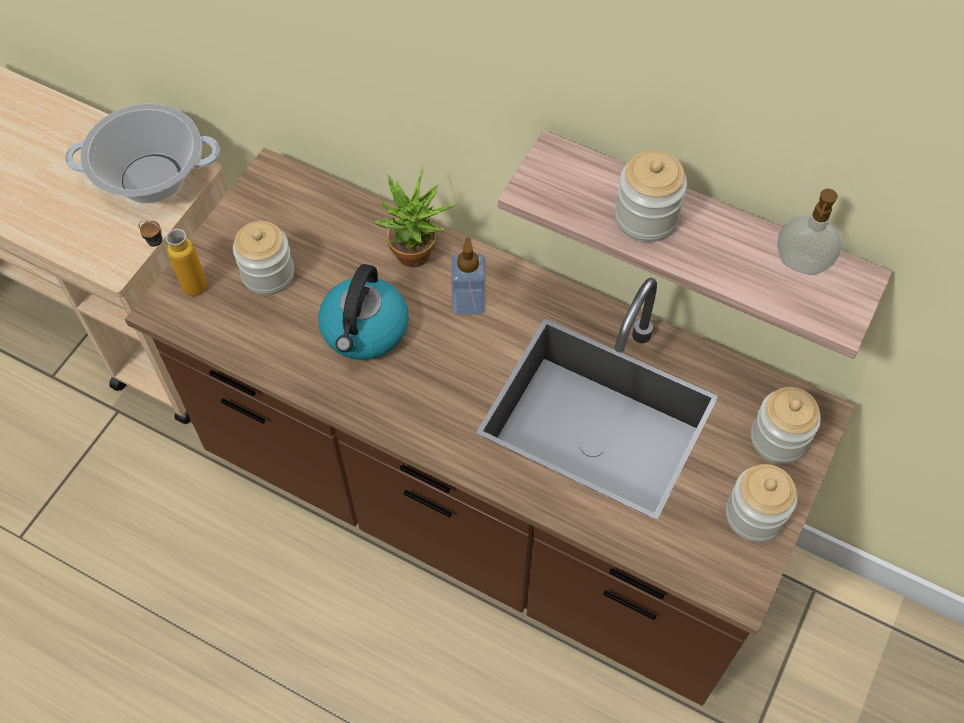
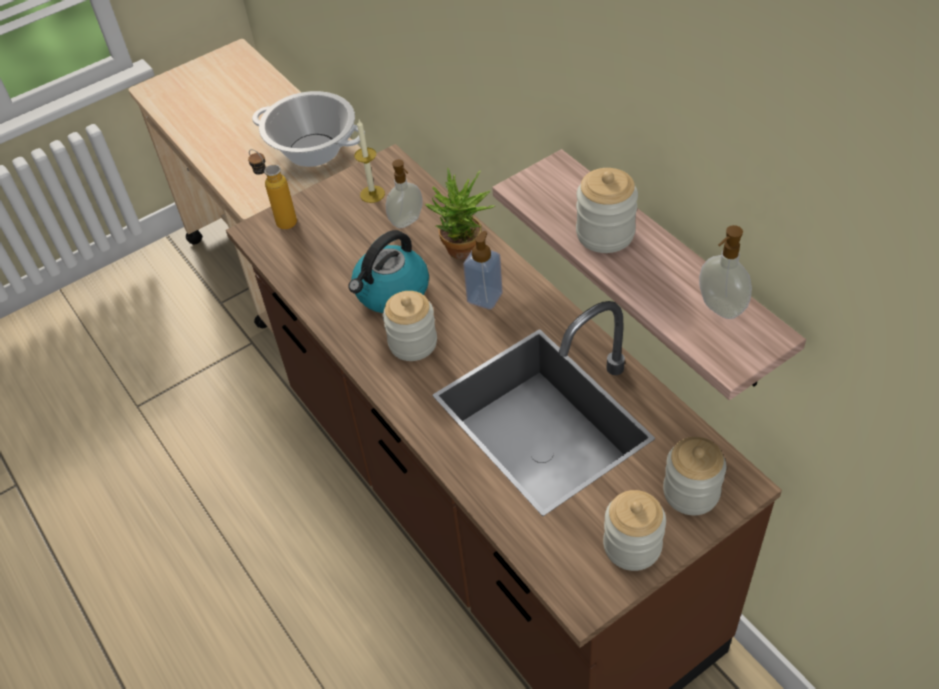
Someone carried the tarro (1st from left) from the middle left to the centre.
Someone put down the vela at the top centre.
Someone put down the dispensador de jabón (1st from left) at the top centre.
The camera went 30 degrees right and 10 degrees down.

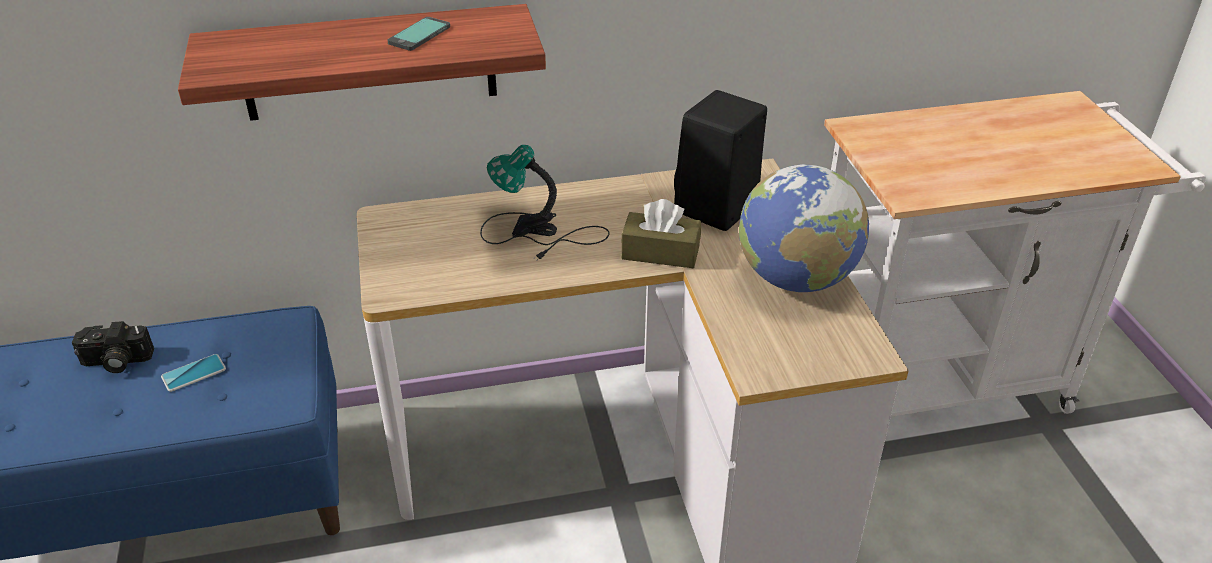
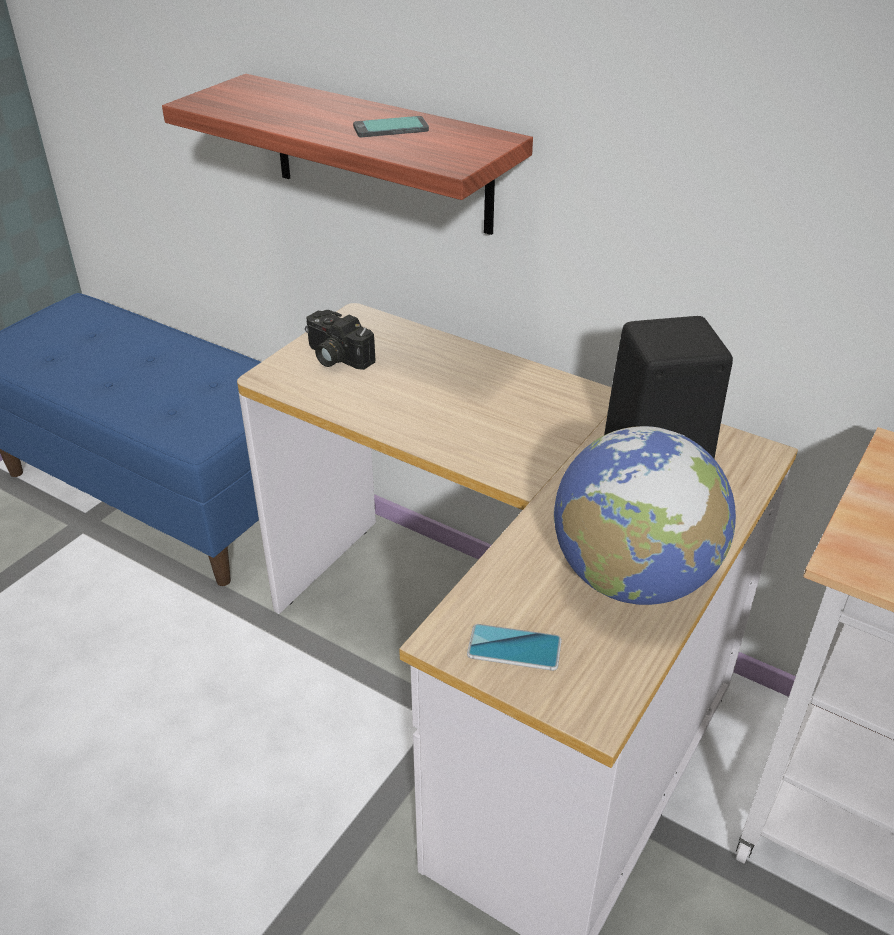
Someone took away the lámpara de mesa at the centre.
Someone took away the caja de pañuelos/marrón at the centre.
Someone carried the cámara from the middle left to the centre.
Someone carried the móvil (1st from left in the first image) from the middle left to the bottom centre.
The camera went 45 degrees right and 0 degrees up.

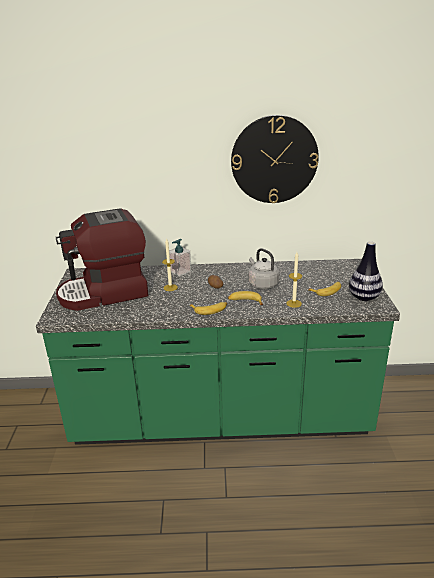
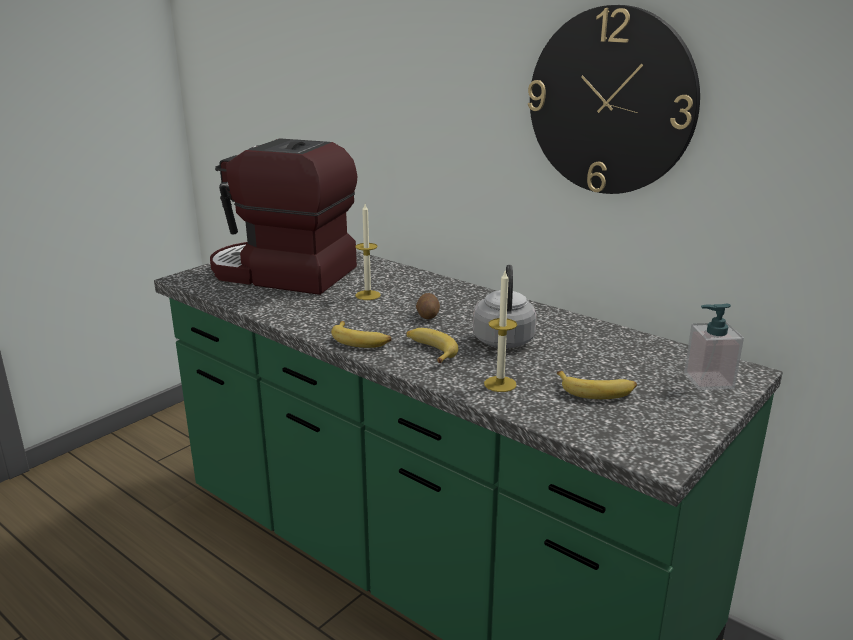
Someone carried the dispensador de jabón from the centre to the middle right.
Someone took away the florero at the middle right.
The camera went 40 degrees right and 5 degrees down.

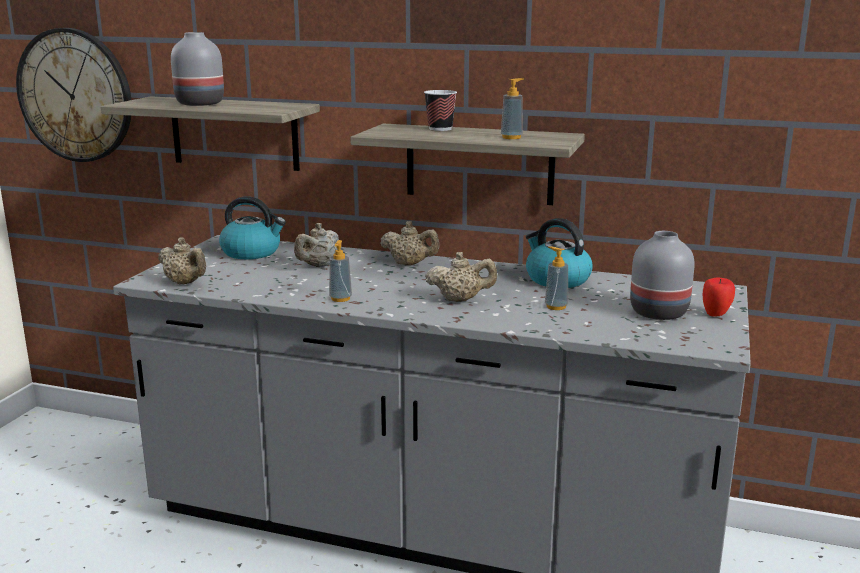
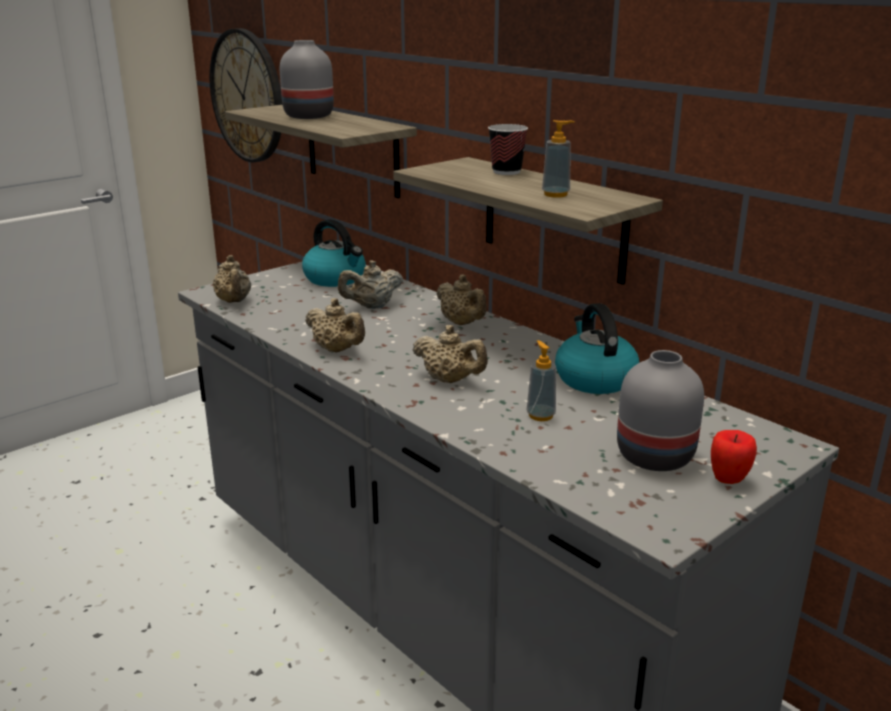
Someone swapped the dispensador de jabón (1st from left) at the centre for the tetera/beis (2nd from left) at the centre.
The camera went 30 degrees right and 5 degrees up.

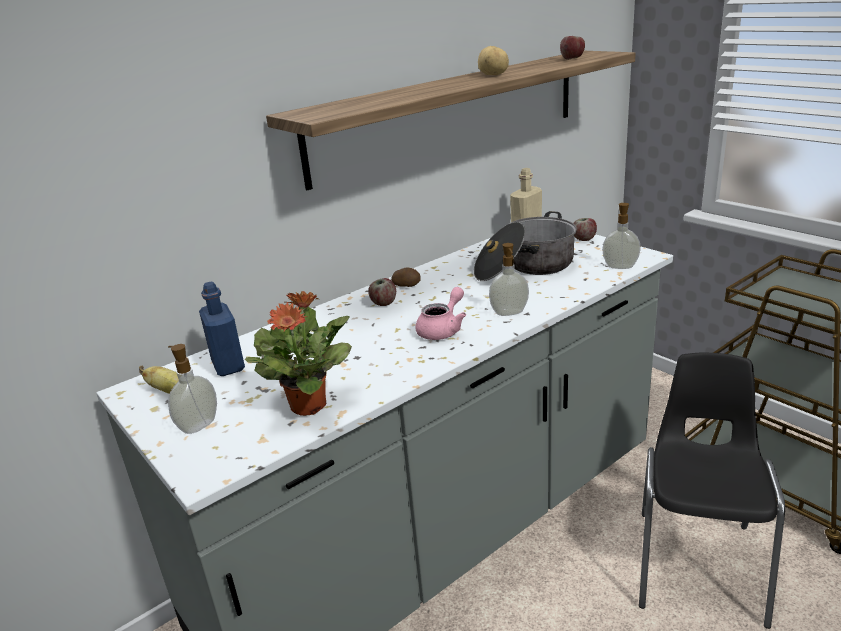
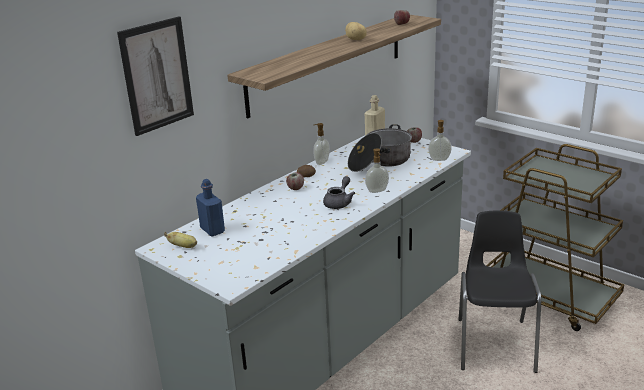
Someone repainted the tetera/rosa at the centre, which became the tetera/gris at the centre.
Someone took away the planta en maceta at the centre.
Someone carried the dispensador de jabón (1st from left) from the middle left to the centre.
Someone put up the cuadro at the top left.
The camera went 10 degrees left and 0 degrees up.

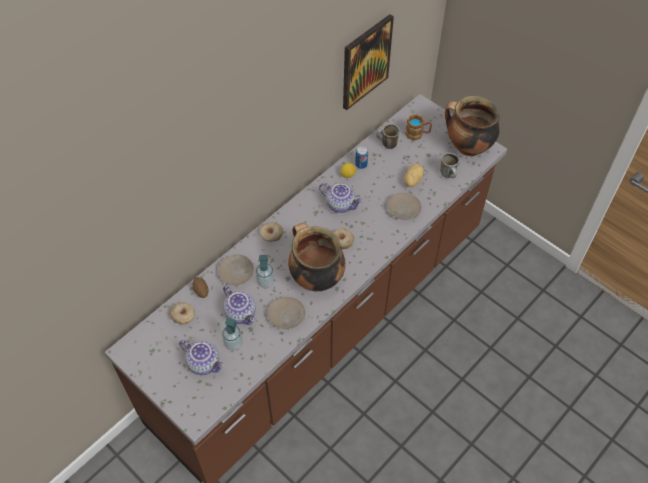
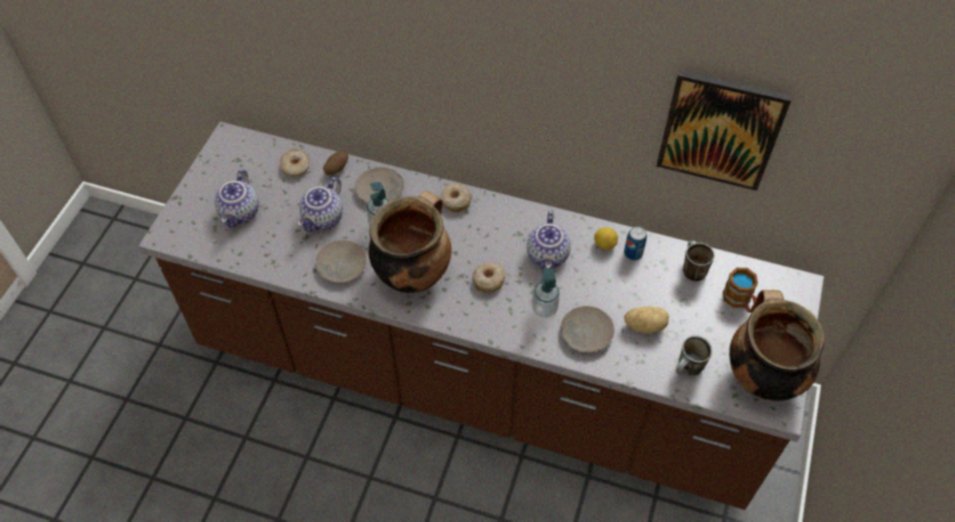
Someone carried the dispensador de jabón (1st from left in the first image) from the bottom centre to the centre.
The camera went 65 degrees right and 0 degrees up.

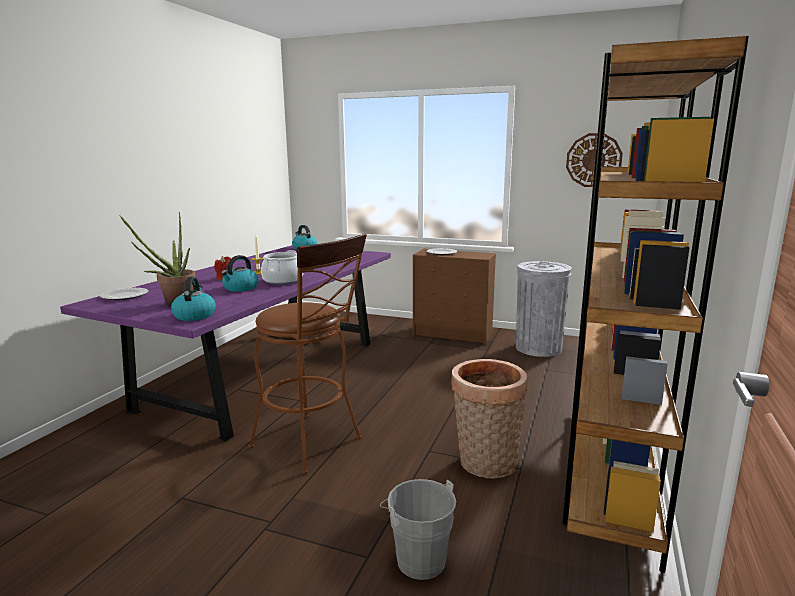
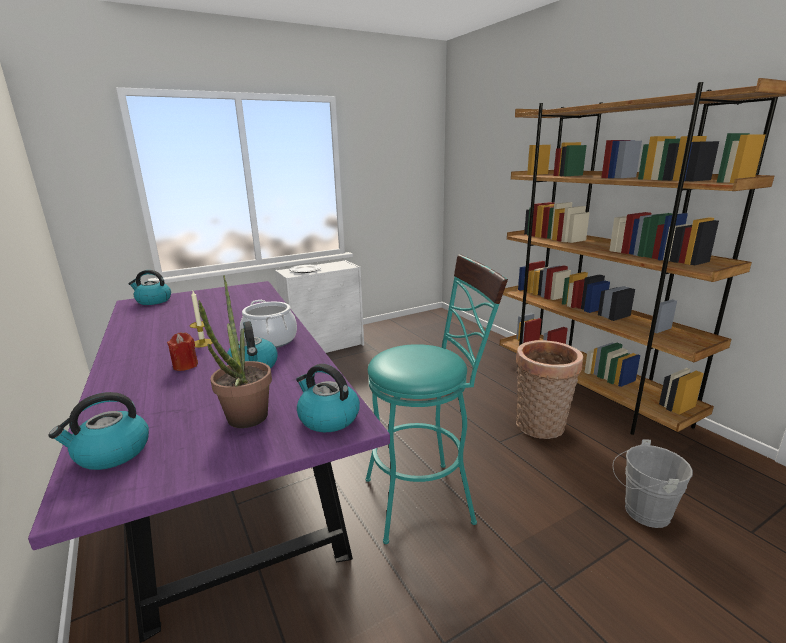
Someone took away the reloj de pared at the top right.
Someone repainted the taburete/marrón at the centre, which became the taburete/turquesa at the centre.
Someone repainted the cómoda/marrón at the centre, which became the cómoda/blanco at the centre.
Someone took away the papelera/gris at the middle right.
Someone swapped the plato (1st from left) at the middle left for the hervidor (1st from left) at the bottom left.
The camera went 50 degrees left and 5 degrees up.

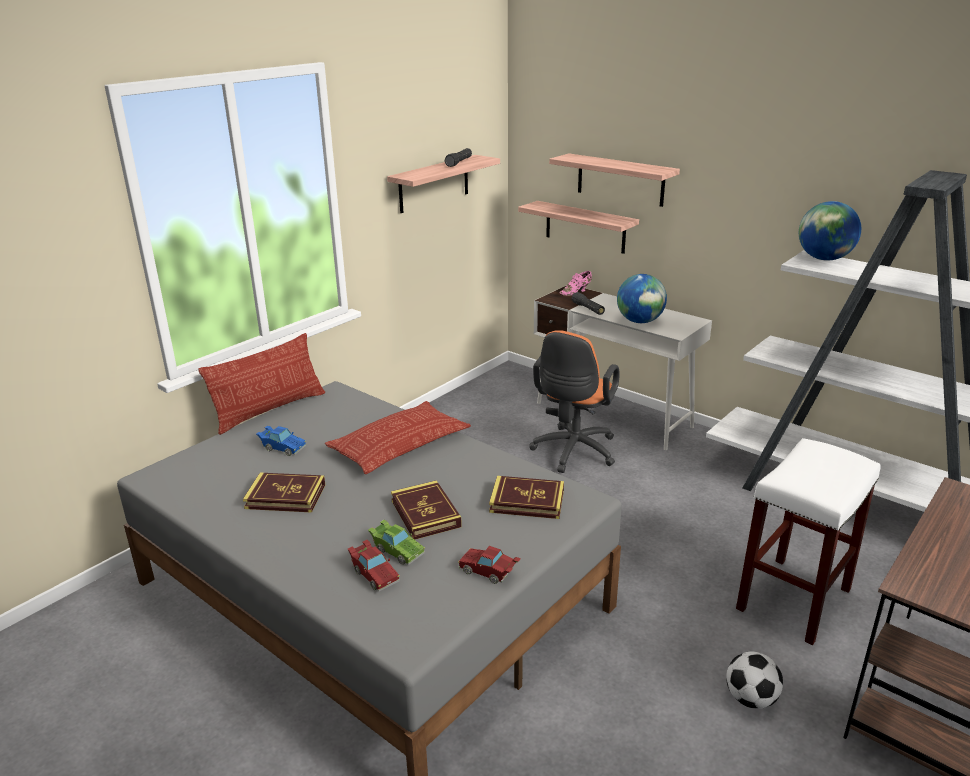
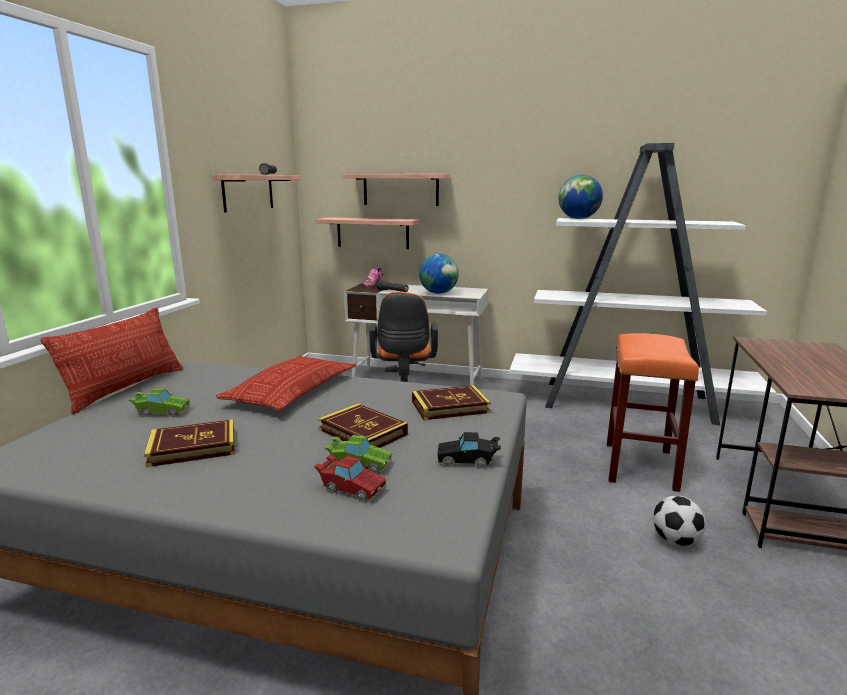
Someone repainted the coche de juguete/azul at the middle left, which became the coche de juguete/verde (1st from left) at the middle left.
Someone repainted the taburete/blanco at the bottom right, which became the taburete/naranja at the middle right.
Someone repainted the coche de juguete/rojo (2nd from left) at the bottom centre, which became the coche de juguete/negro at the centre.
The camera went 25 degrees left and 10 degrees down.

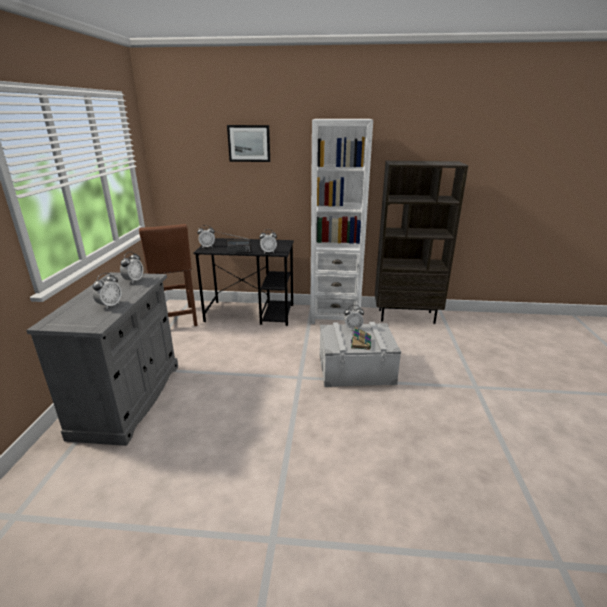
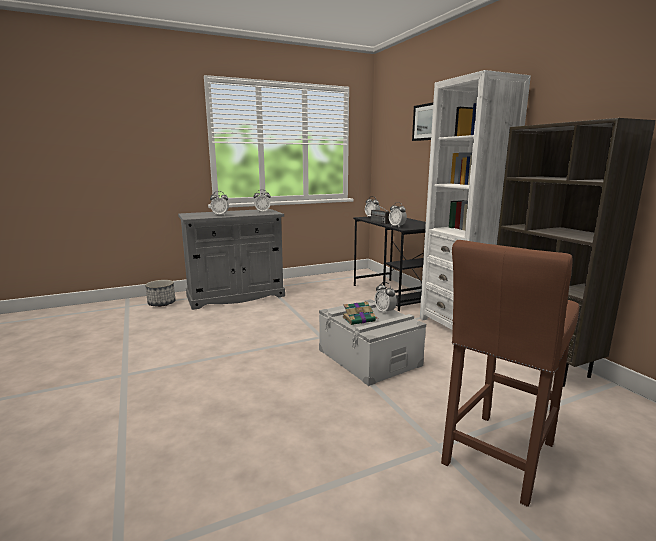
Someone carried the taburete/marrón from the middle left to the bottom right.
Someone put down the maceta at the middle left.
The camera went 60 degrees right and 10 degrees down.

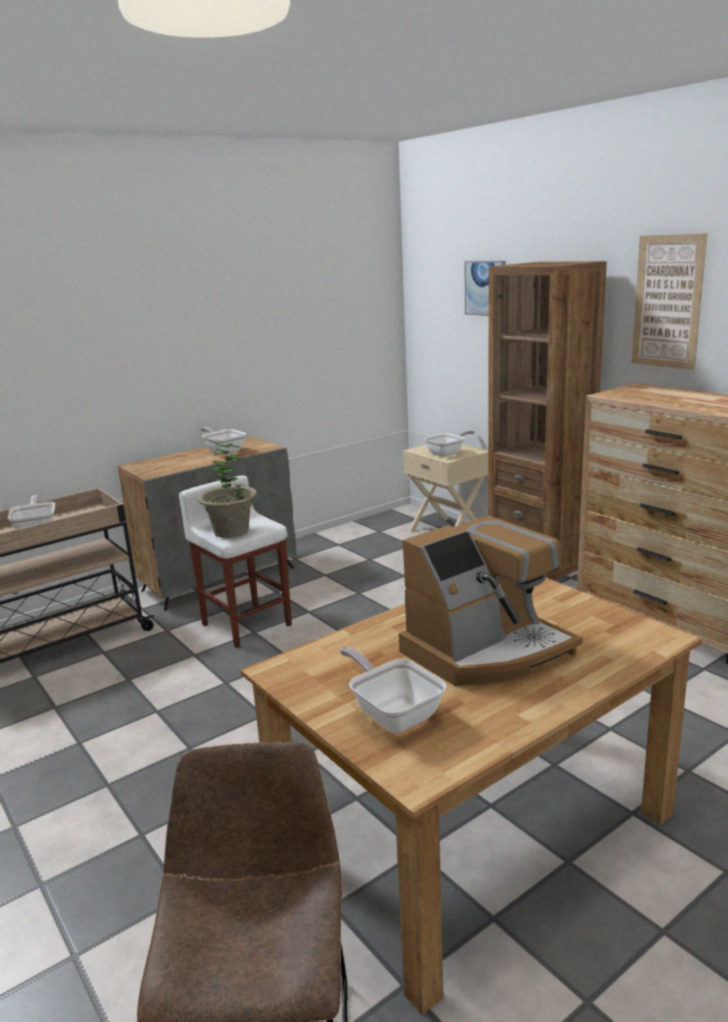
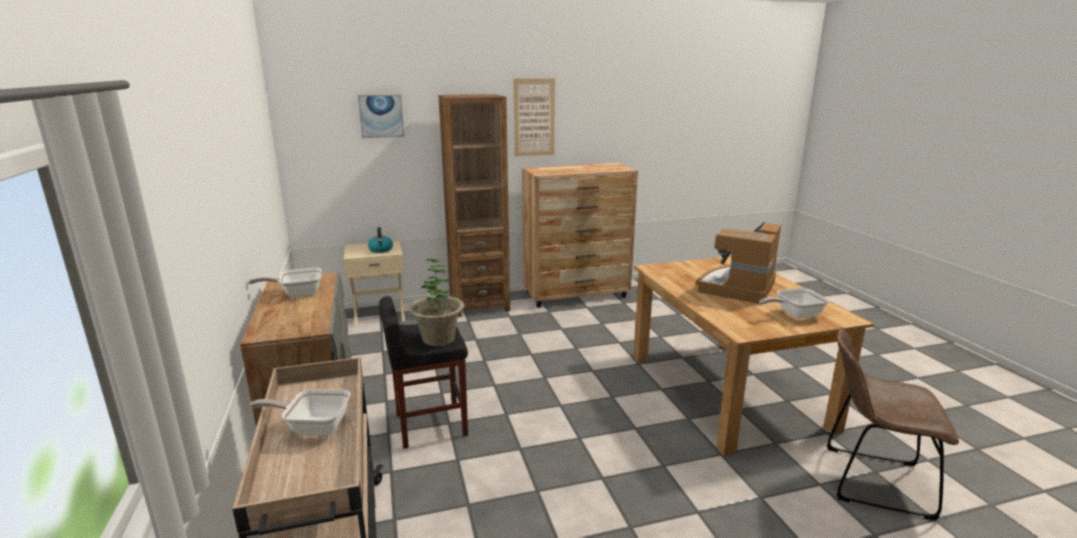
Someone swapped the sartén (4th from left) at the centre for the hervidor at the centre.
Someone repainted the taburete/blanco at the middle left, which became the taburete/negro at the bottom centre.
Someone rotated the cafetera at the middle right by 135 degrees counterclockwise.
The camera went 70 degrees left and 0 degrees up.

